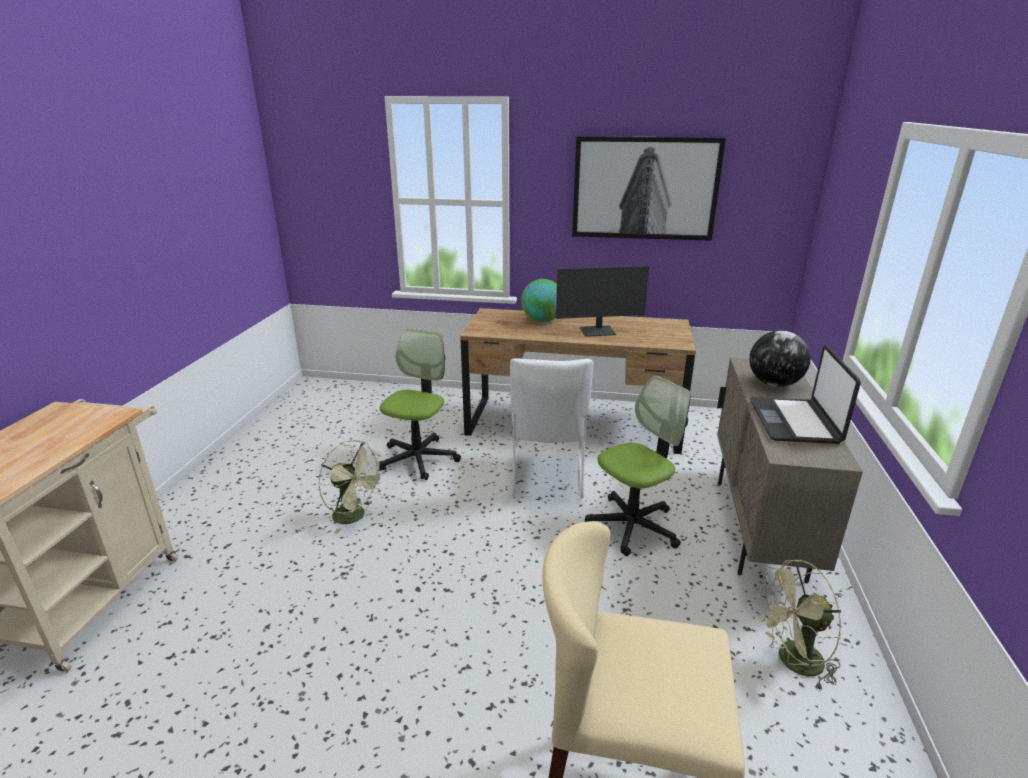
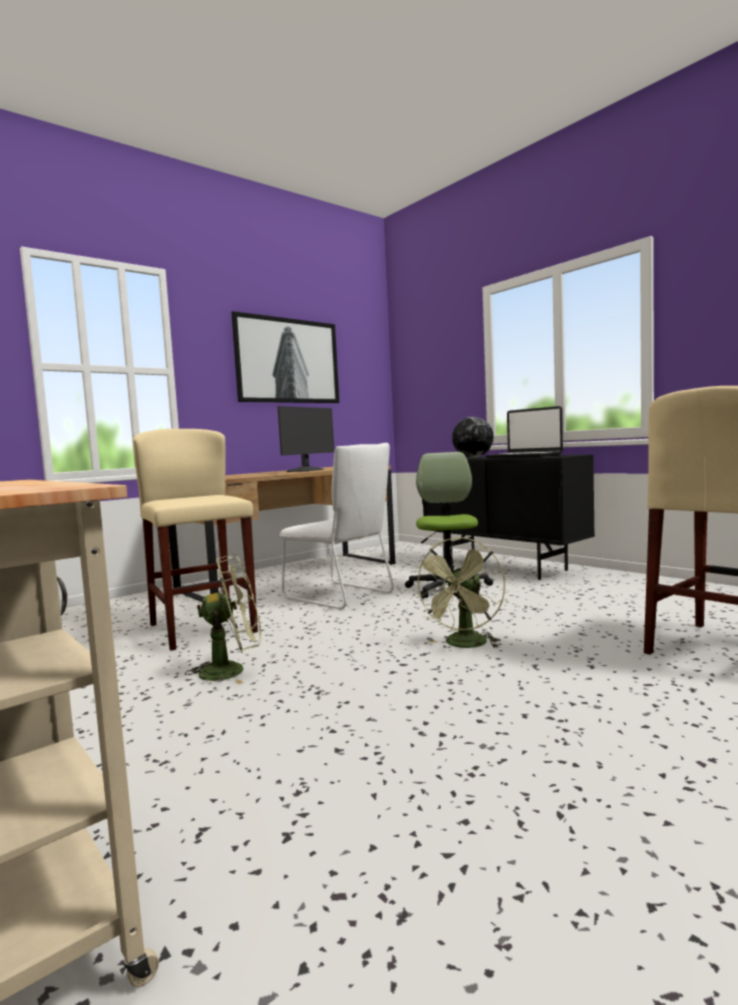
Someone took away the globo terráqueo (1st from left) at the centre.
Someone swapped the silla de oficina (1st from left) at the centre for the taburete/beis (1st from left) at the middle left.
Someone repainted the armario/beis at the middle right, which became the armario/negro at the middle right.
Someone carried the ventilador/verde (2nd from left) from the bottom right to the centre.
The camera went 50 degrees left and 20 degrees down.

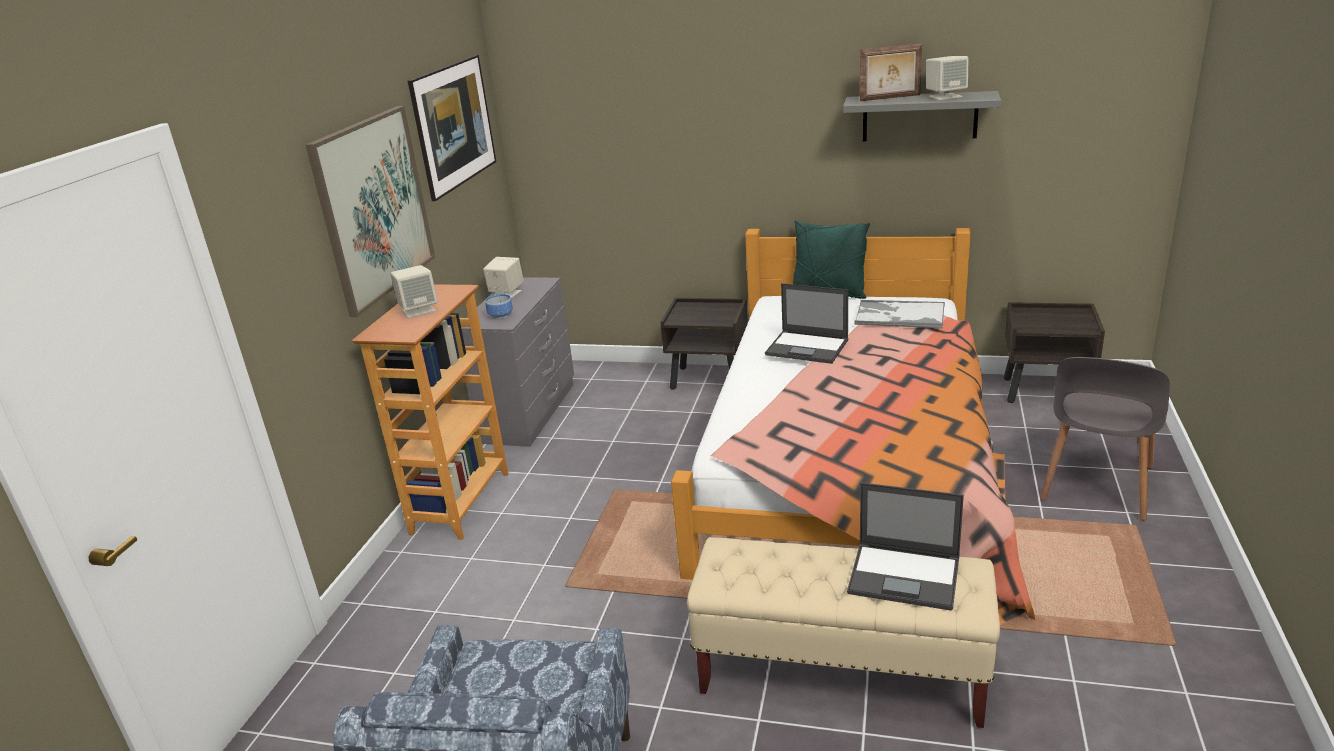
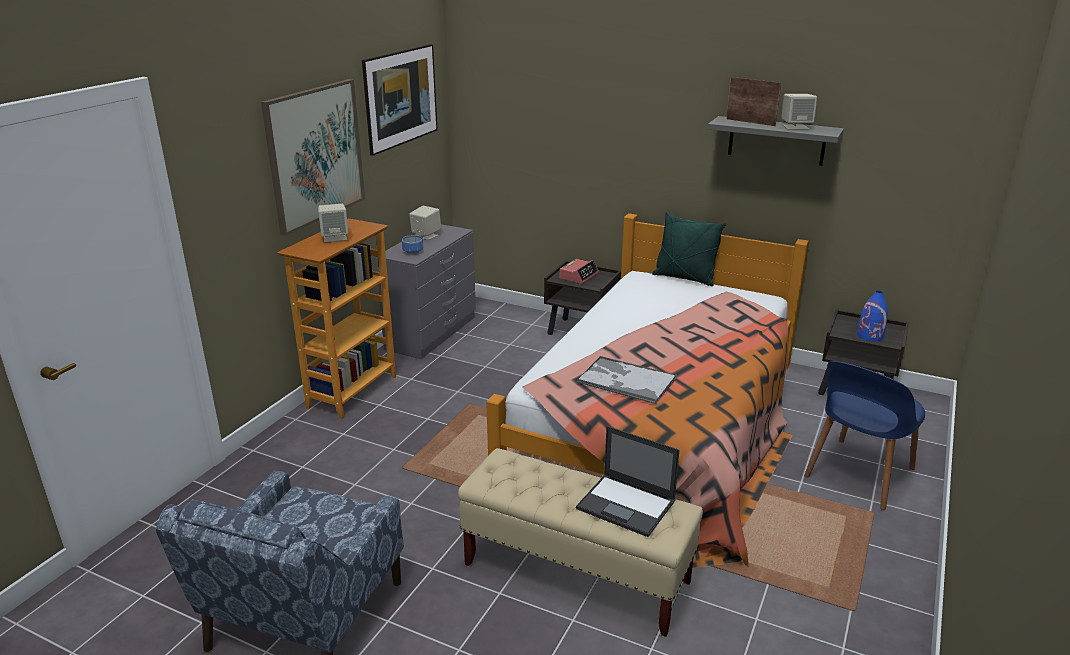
Someone rotated the portarretratos at the top right by 150 degrees counterclockwise.
Someone took away the portátil (1st from left) at the centre.
Someone carried the bandeja from the middle right to the centre.
Someone repainted the silla/gris at the middle right, which became the silla/azul at the middle right.
Someone put down the despertador at the centre.
Someone put down the florero/azul at the middle right.
The camera went 10 degrees right and 0 degrees up.

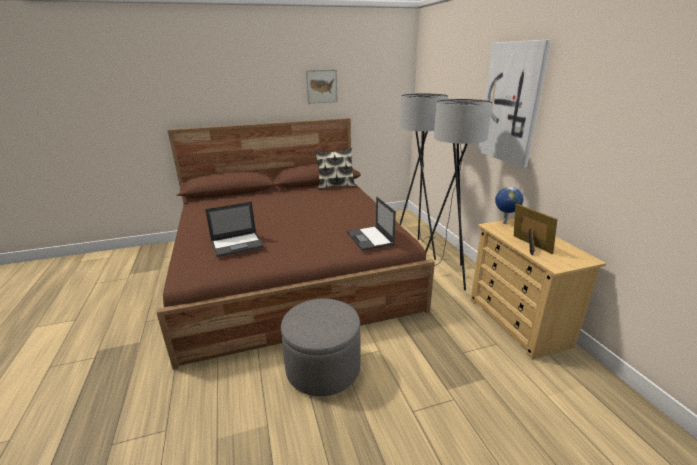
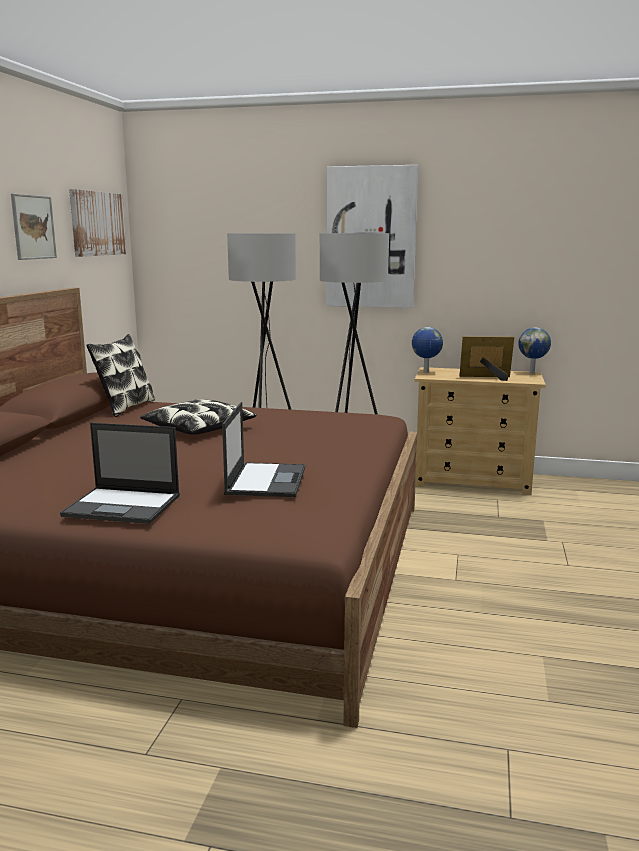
Someone carried the portátil (2nd from left in the first image) from the centre to the middle left.
Someone took away the puf/gris at the bottom centre.
Someone put up the cuadro (2nd from left) at the top left.
Someone put down the globo terráqueo (2nd from left) at the middle right.
Someone put down the cojín (2nd from left) at the middle left.
The camera went 60 degrees left and 10 degrees down.

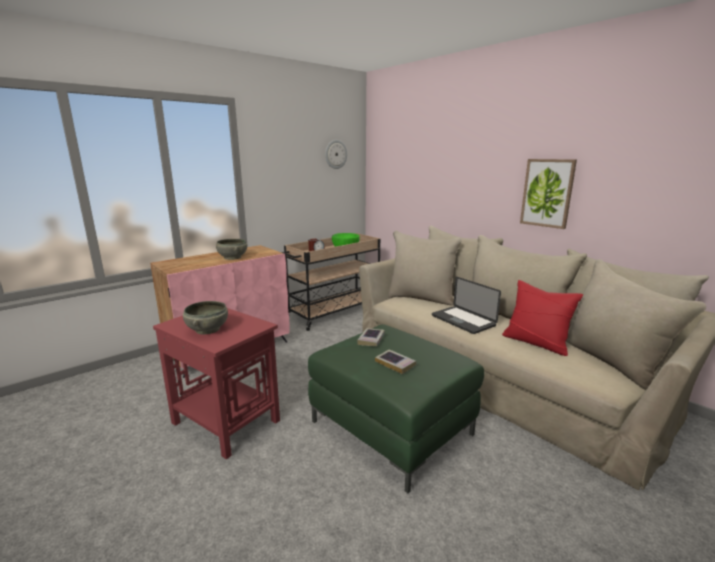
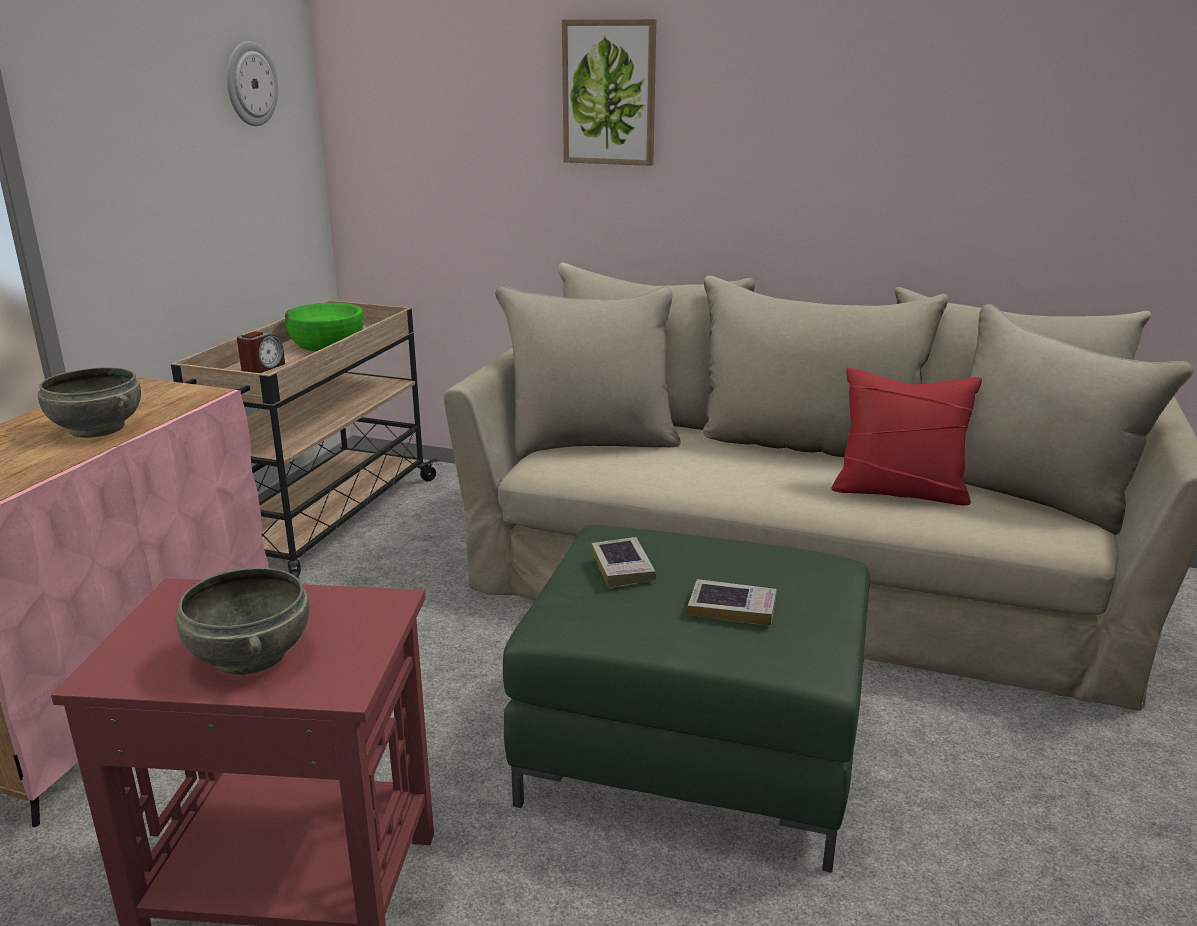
Someone carried the cuadro from the middle right to the top centre.
Someone took away the portátil at the centre.
The camera went 30 degrees left and 5 degrees up.

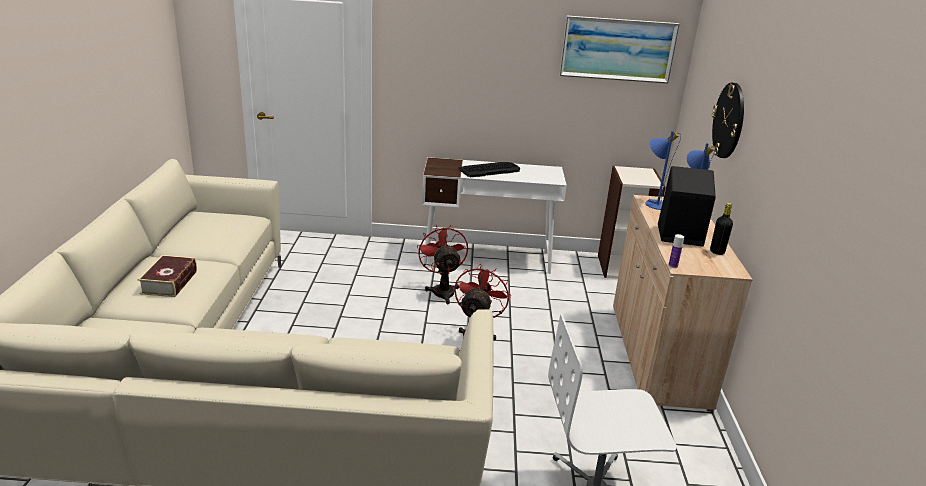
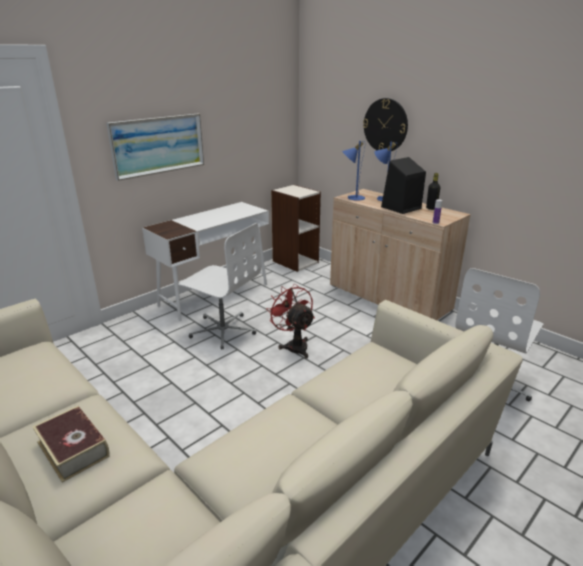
Someone carried the cuadro from the top right to the top left.
Someone took away the teclado at the centre.
Someone swapped the ventilador/rojo (1st from left) at the centre for the silla de oficina/blanco (1st from left) at the centre.
The camera went 45 degrees left and 0 degrees up.

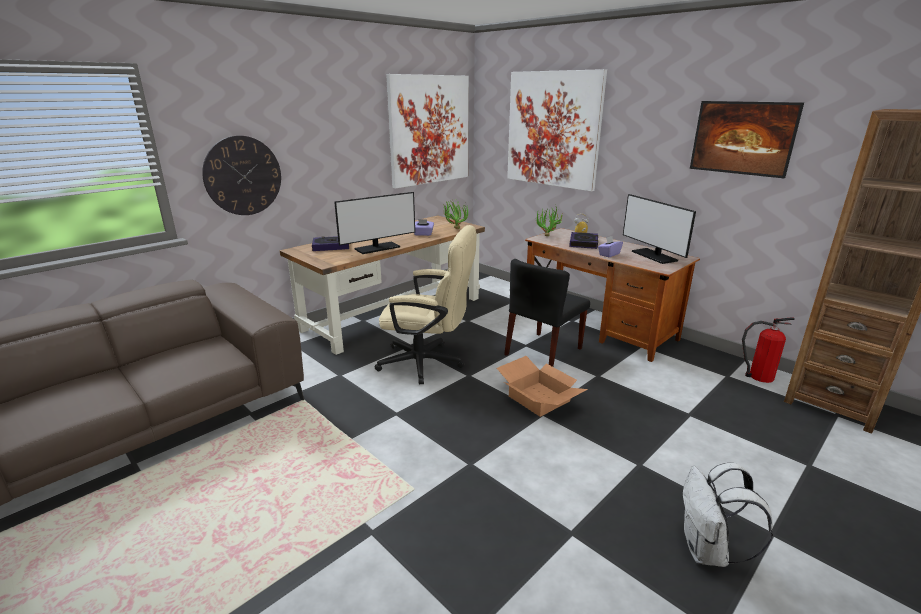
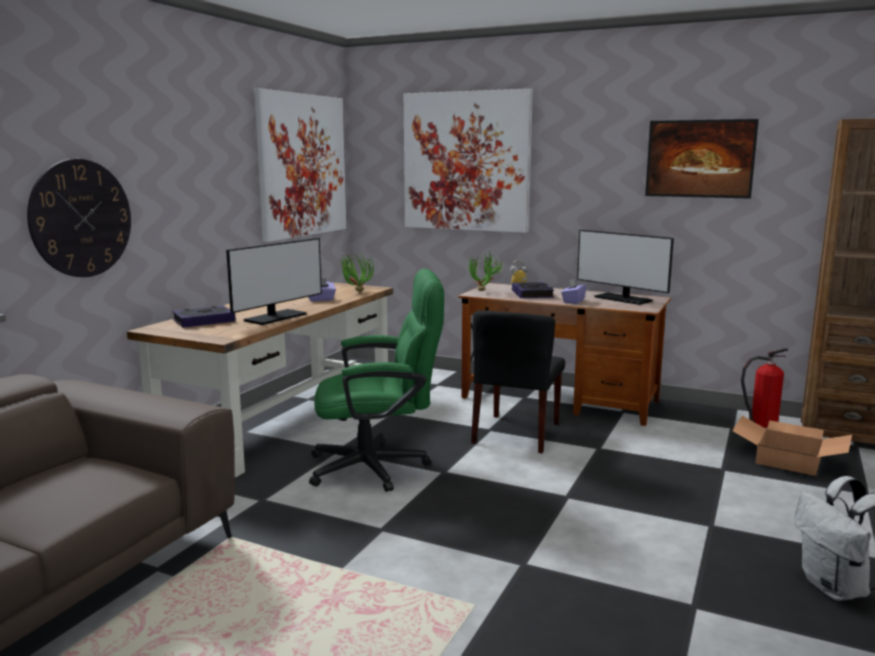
Someone repainted the silla de oficina/beis at the centre, which became the silla de oficina/verde at the centre.
Someone carried the caja de cartón from the centre to the bottom right.
The camera went 20 degrees left and 10 degrees down.

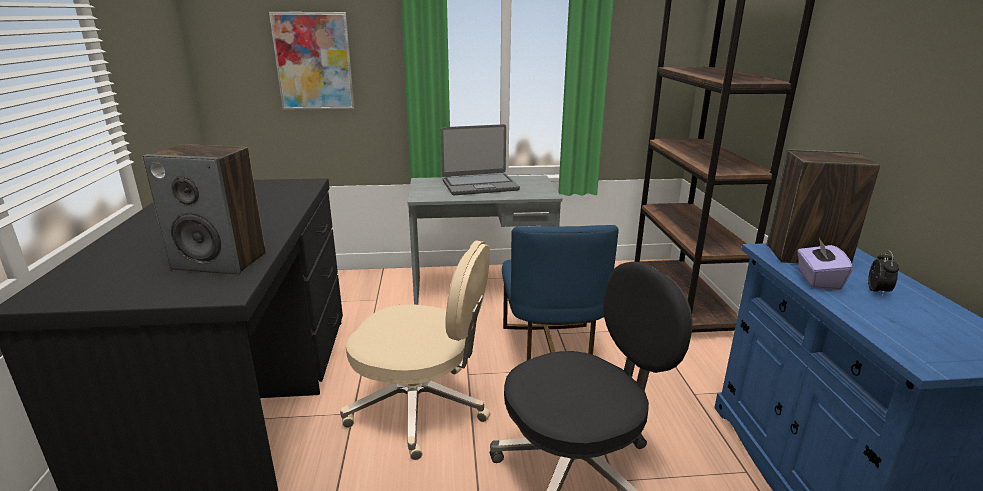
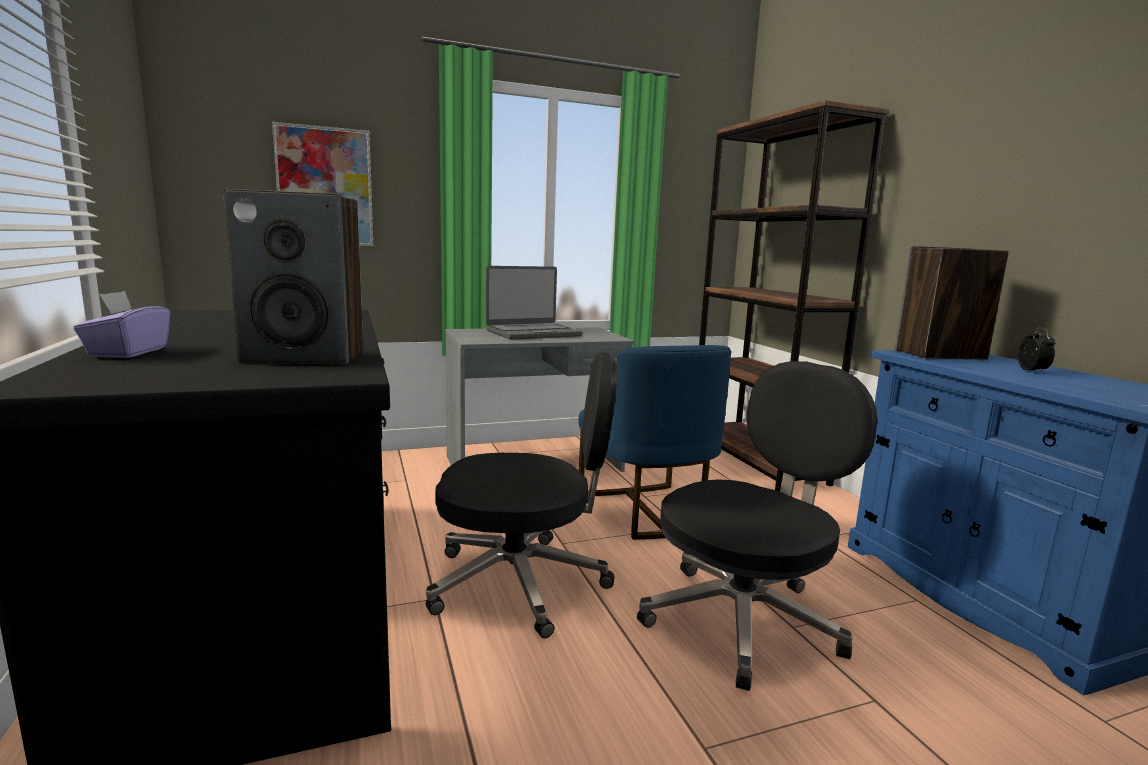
Someone carried the caja de pañuelos/morado from the middle right to the middle left.
Someone repainted the silla de oficina/beis at the bottom centre, which became the silla de oficina/negro (1st from left) at the centre.
The camera went 15 degrees left and 10 degrees down.

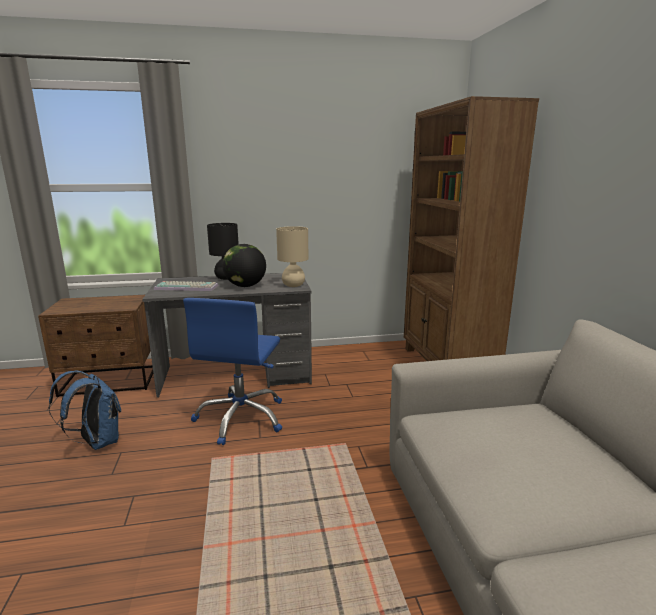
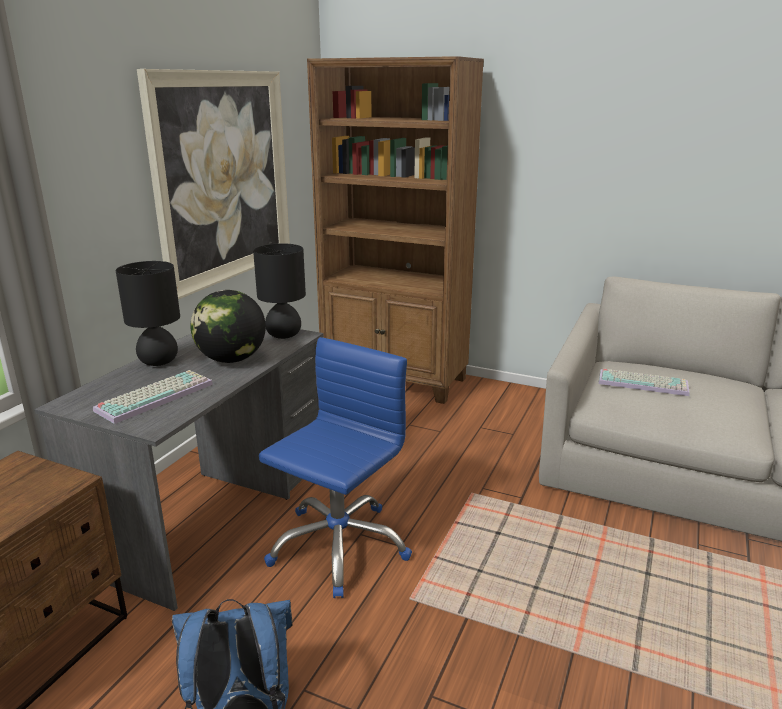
Someone repainted the lámpara de mesa/beis at the centre, which became the lámpara de mesa/negro (2nd from left) at the centre.
Someone rotated the silla de oficina/azul at the centre by 105 degrees counterclockwise.
Someone put up the cuadro at the top left.
Someone put down the teclado (2nd from left) at the middle right.
The camera went 55 degrees left and 5 degrees up.

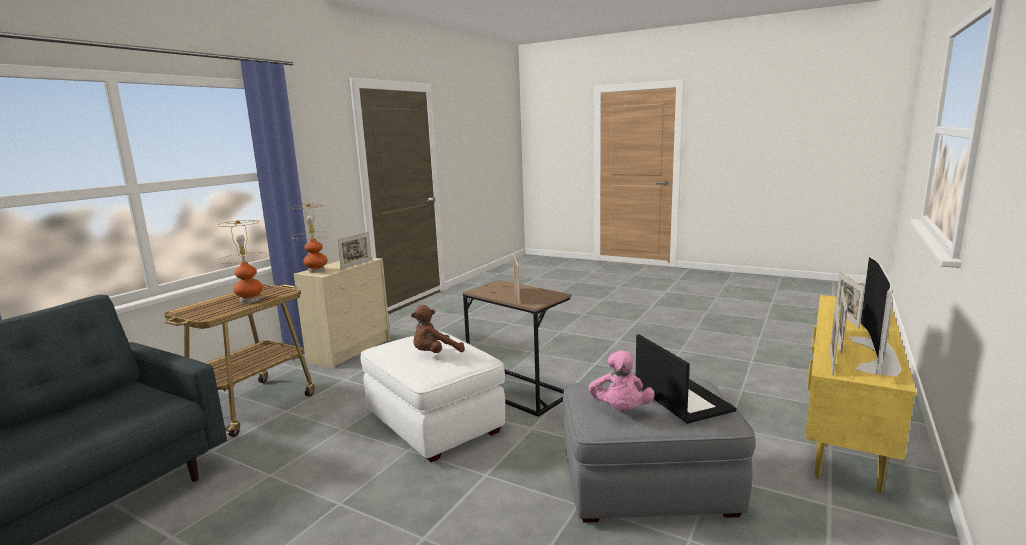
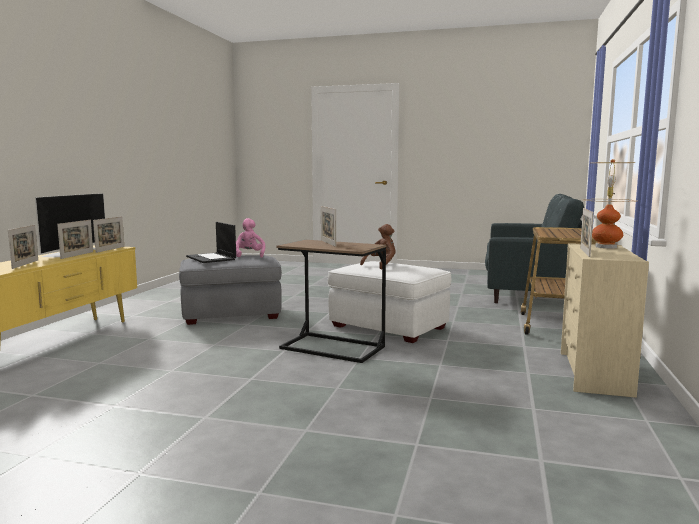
Someone took away the lámpara de mesa (1st from left) at the middle left.
The camera went 165 degrees right and 5 degrees down.

